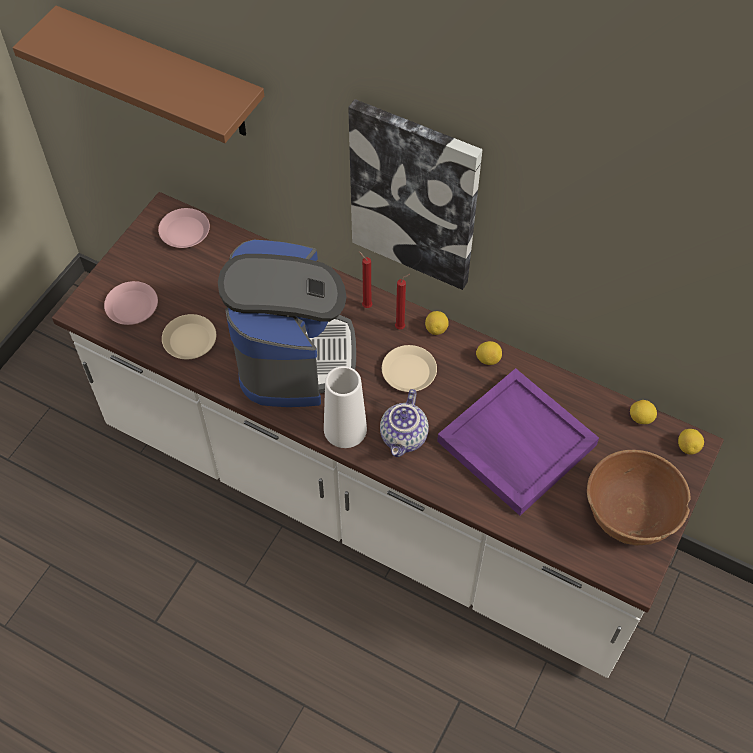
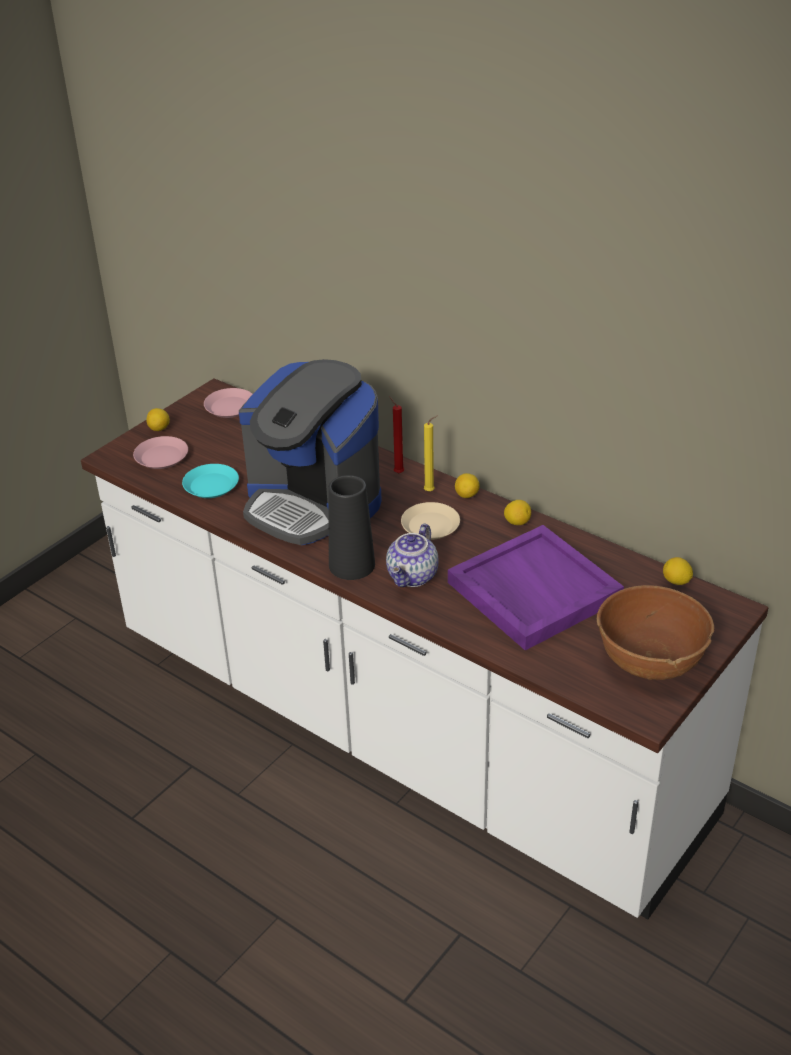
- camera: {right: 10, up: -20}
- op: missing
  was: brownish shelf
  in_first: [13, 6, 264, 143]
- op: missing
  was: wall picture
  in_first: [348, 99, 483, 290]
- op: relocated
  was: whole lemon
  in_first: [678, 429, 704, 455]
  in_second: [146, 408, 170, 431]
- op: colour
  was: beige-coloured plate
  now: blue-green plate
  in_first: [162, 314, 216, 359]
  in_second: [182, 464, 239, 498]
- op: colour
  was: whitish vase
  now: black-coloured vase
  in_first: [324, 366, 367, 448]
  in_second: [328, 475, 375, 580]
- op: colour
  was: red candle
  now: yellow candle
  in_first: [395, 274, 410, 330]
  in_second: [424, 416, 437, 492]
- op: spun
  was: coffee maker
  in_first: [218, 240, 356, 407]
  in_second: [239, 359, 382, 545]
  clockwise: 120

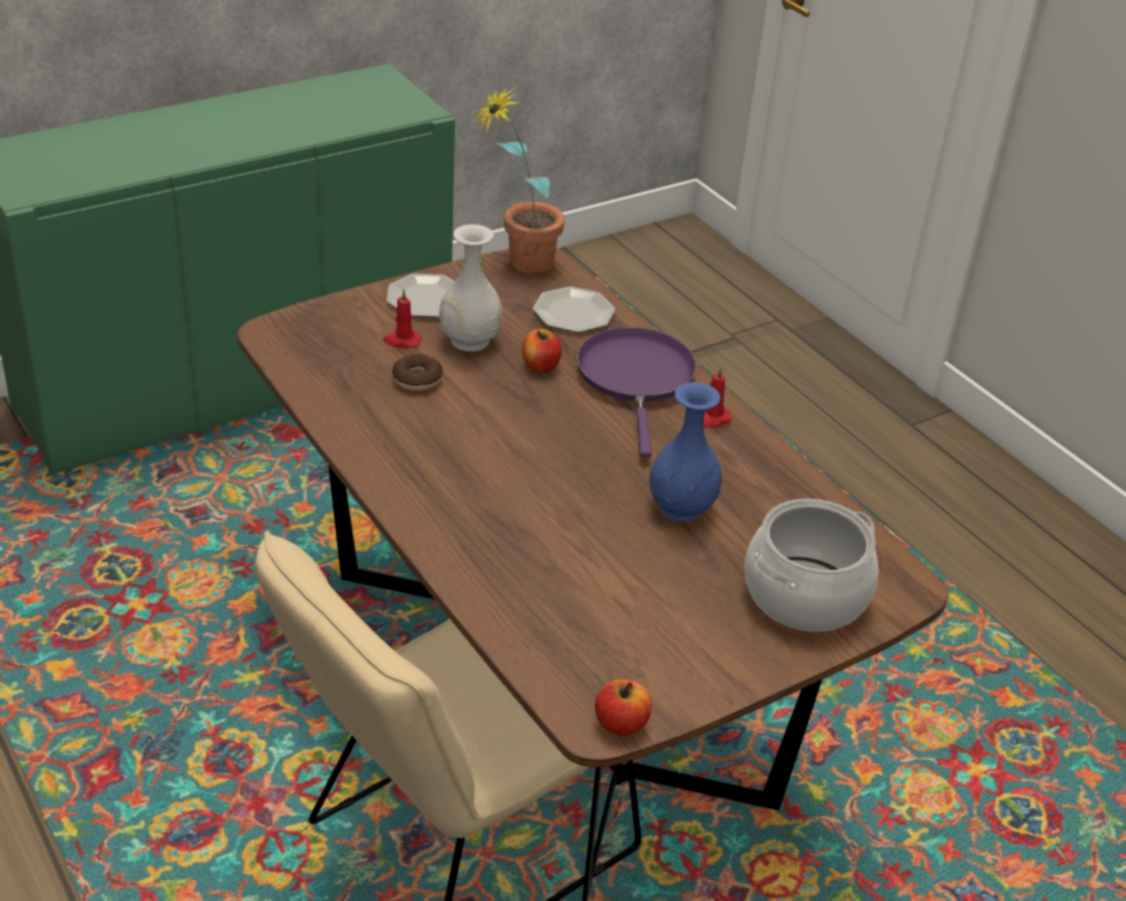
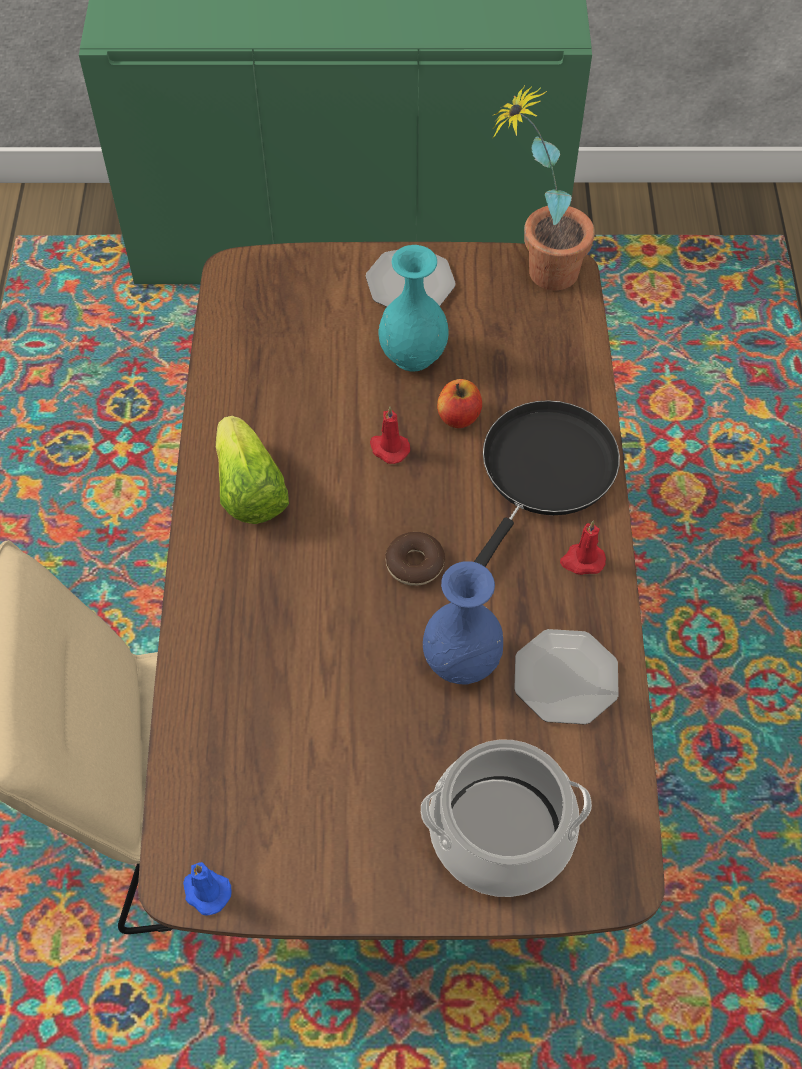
- camera: {right: 35, up: 20}
- op: appeared
  now: lettuce
  in_second: [216, 416, 289, 524]
- op: relocated
  was: red candle
  in_first: [383, 289, 421, 348]
  in_second: [370, 407, 410, 464]
- op: relocated
  was: ring doughnut
  in_first: [392, 354, 443, 391]
  in_second: [386, 532, 445, 586]
- op: relocated
  was: plate
  in_first: [533, 286, 615, 333]
  in_second: [514, 629, 619, 725]
- op: exchanged
  was: apple
  now: bluish candle
  in_first: [595, 679, 652, 736]
  in_second: [183, 862, 232, 915]
- op: colour
  was: whitish vase
  now: blue-green vase
  in_first: [439, 224, 503, 352]
  in_second: [379, 245, 449, 371]
- op: colour
  was: purplish frying pan
  now: black-coloured frying pan
  in_first: [577, 327, 696, 457]
  in_second: [474, 400, 620, 567]

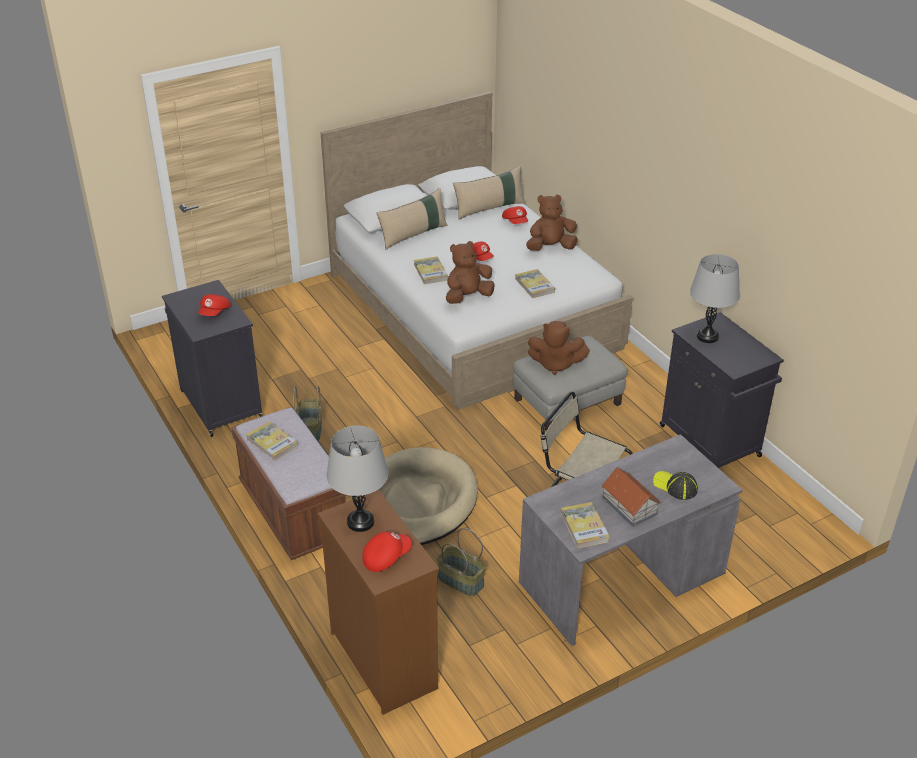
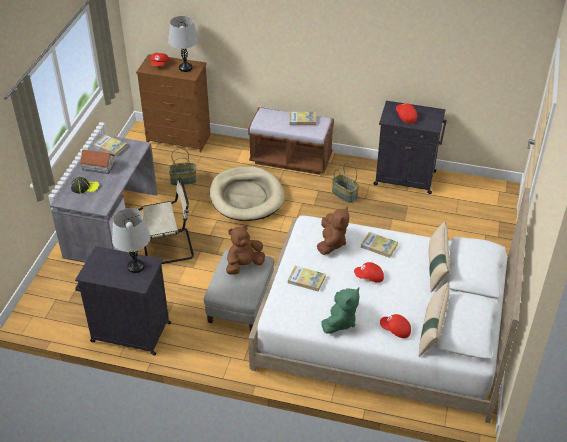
- camera: {right: 135, up: 5}
- op: colour
  was: brownish plush toy
  now: green-coloured plush toy
  in_first: [526, 195, 578, 251]
  in_second: [321, 287, 359, 334]

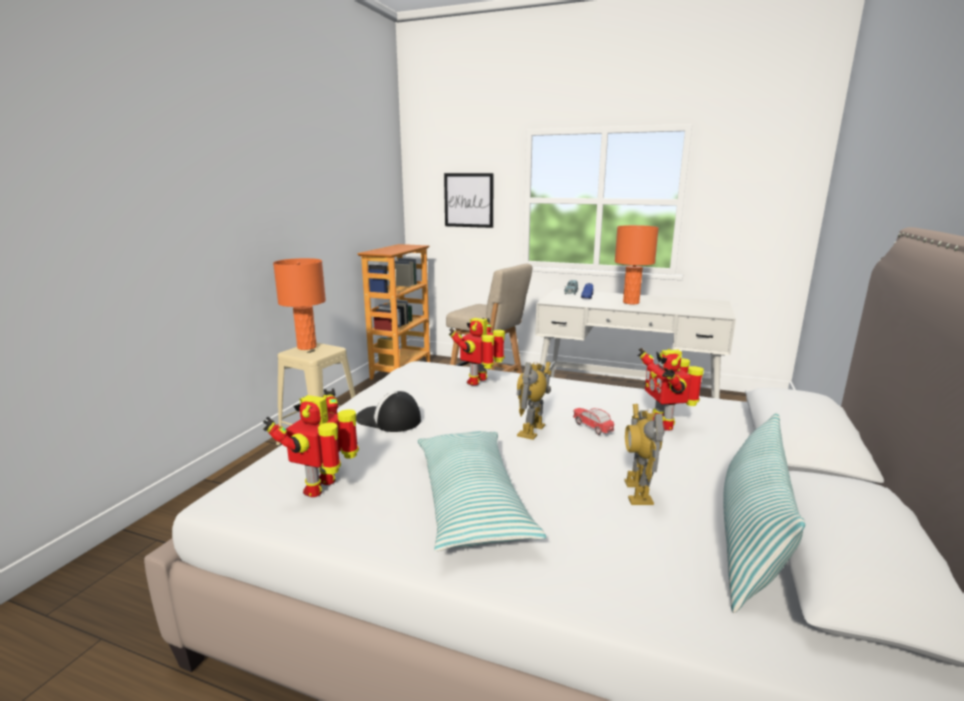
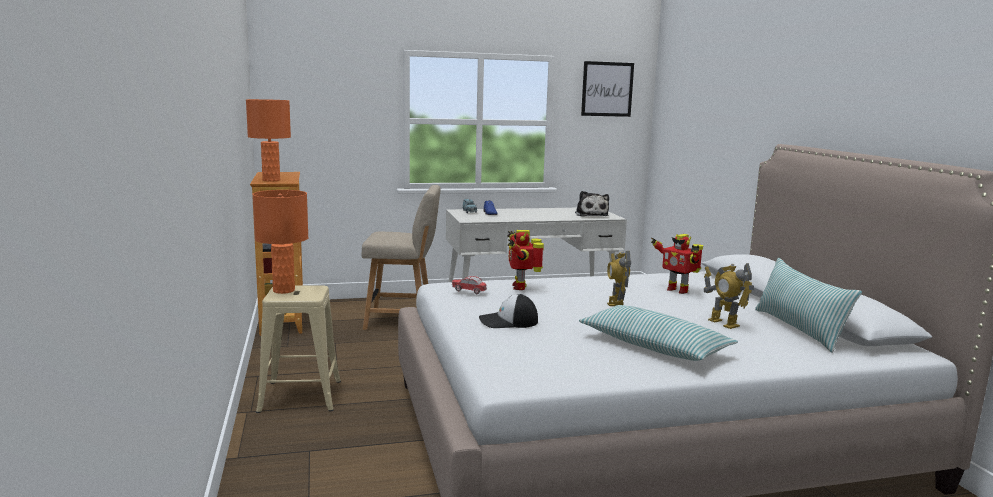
- camera: {right: -35, up: -5}
- op: missing
  was: toy robot
  in_first: [263, 388, 359, 497]
- op: appeared
  now: plush toy
  in_second: [575, 191, 609, 217]
- op: relocated
  was: wall picture
  in_first: [444, 173, 494, 228]
  in_second: [581, 61, 634, 117]
- op: relocated
  was: model car
  in_first: [573, 408, 615, 435]
  in_second: [452, 276, 487, 294]
- op: relocated
  was: orange table lamp
  in_first: [615, 225, 659, 304]
  in_second: [246, 99, 291, 182]

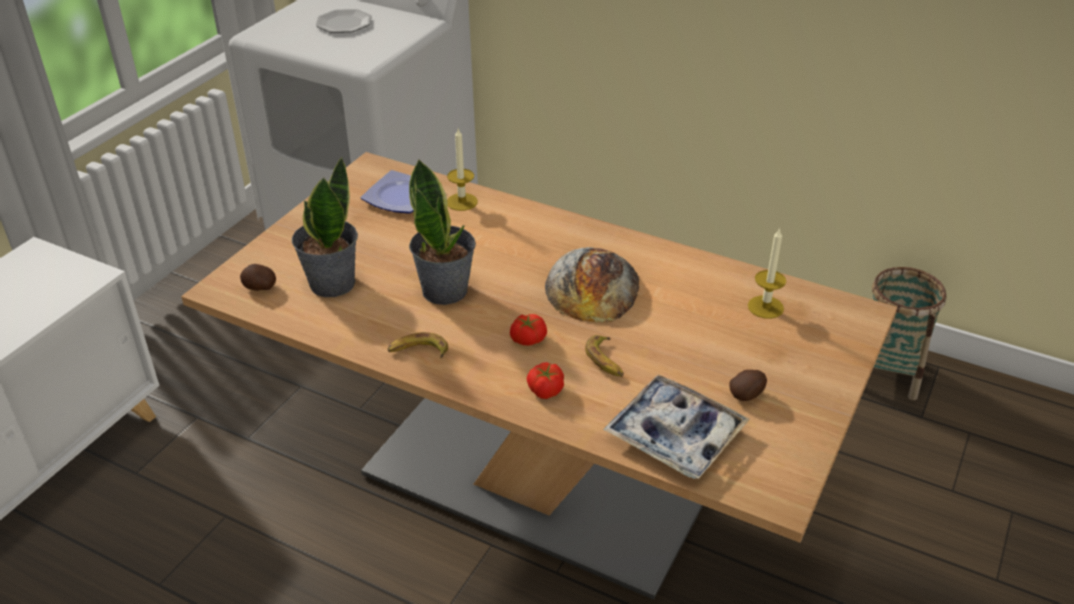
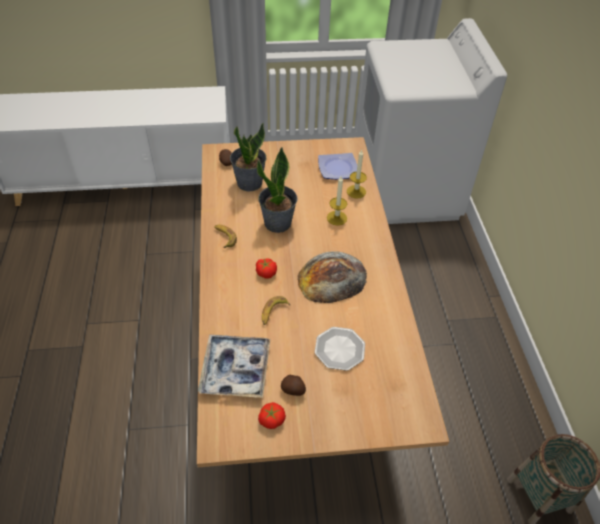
- camera: {right: 55, up: 10}
- op: relocated
  was: plate
  in_first: [316, 9, 372, 33]
  in_second: [315, 327, 365, 371]
- op: relocated
  was: tomato
  in_first: [527, 362, 564, 399]
  in_second: [258, 402, 286, 429]
- op: relocated
  was: candle
  in_first: [748, 227, 786, 319]
  in_second: [327, 177, 347, 226]

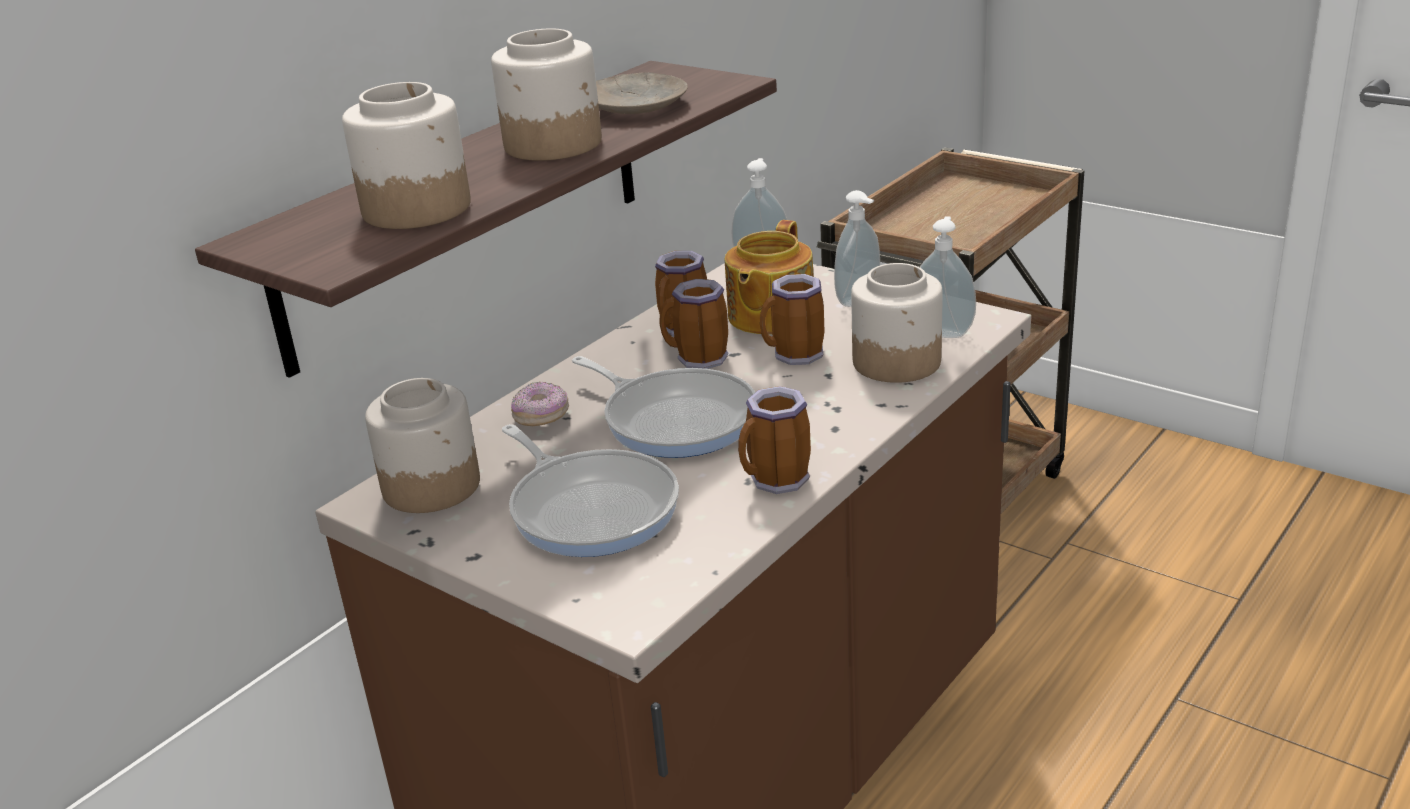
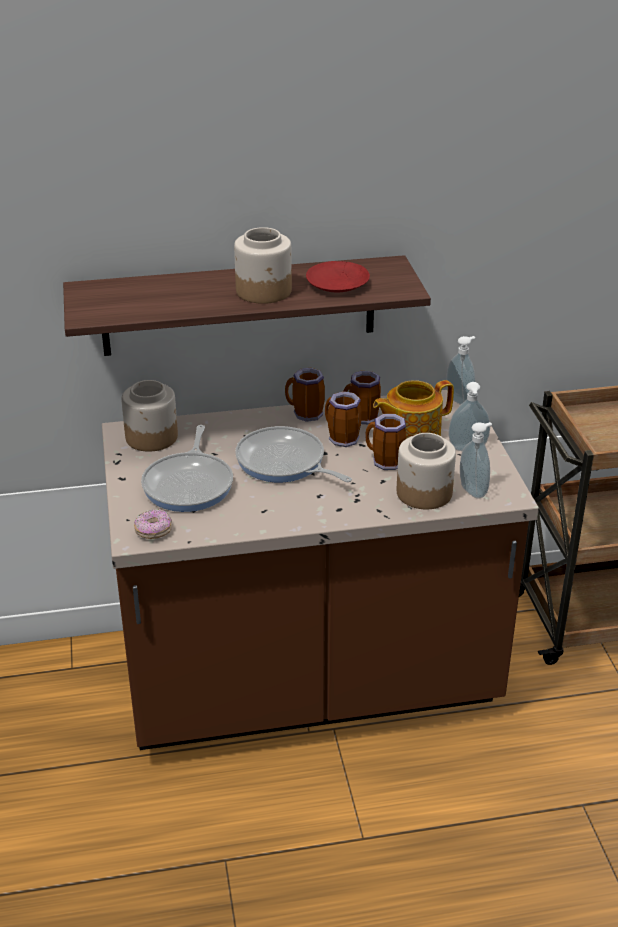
- camera: {right: 40, up: 5}
- op: missing
  was: preserve jar
  in_first: [342, 82, 471, 229]
- op: relocated
  was: ring doughnut
  in_first: [511, 382, 569, 426]
  in_second: [134, 508, 172, 539]
- op: relocated
  was: coffee mug
  in_first: [738, 386, 811, 494]
  in_second: [285, 368, 325, 422]
- op: colour
  was: beige-coloured plate
  now: red plate
  in_first: [596, 72, 688, 114]
  in_second: [306, 261, 370, 292]
- op: spun
  was: frying pan
  in_first: [572, 356, 755, 458]
  in_second: [235, 426, 352, 482]
  clockwise: 135

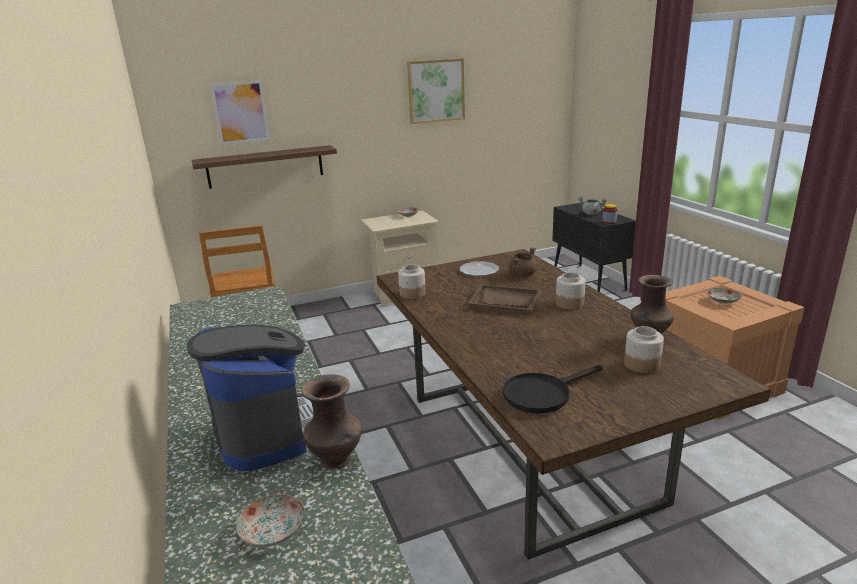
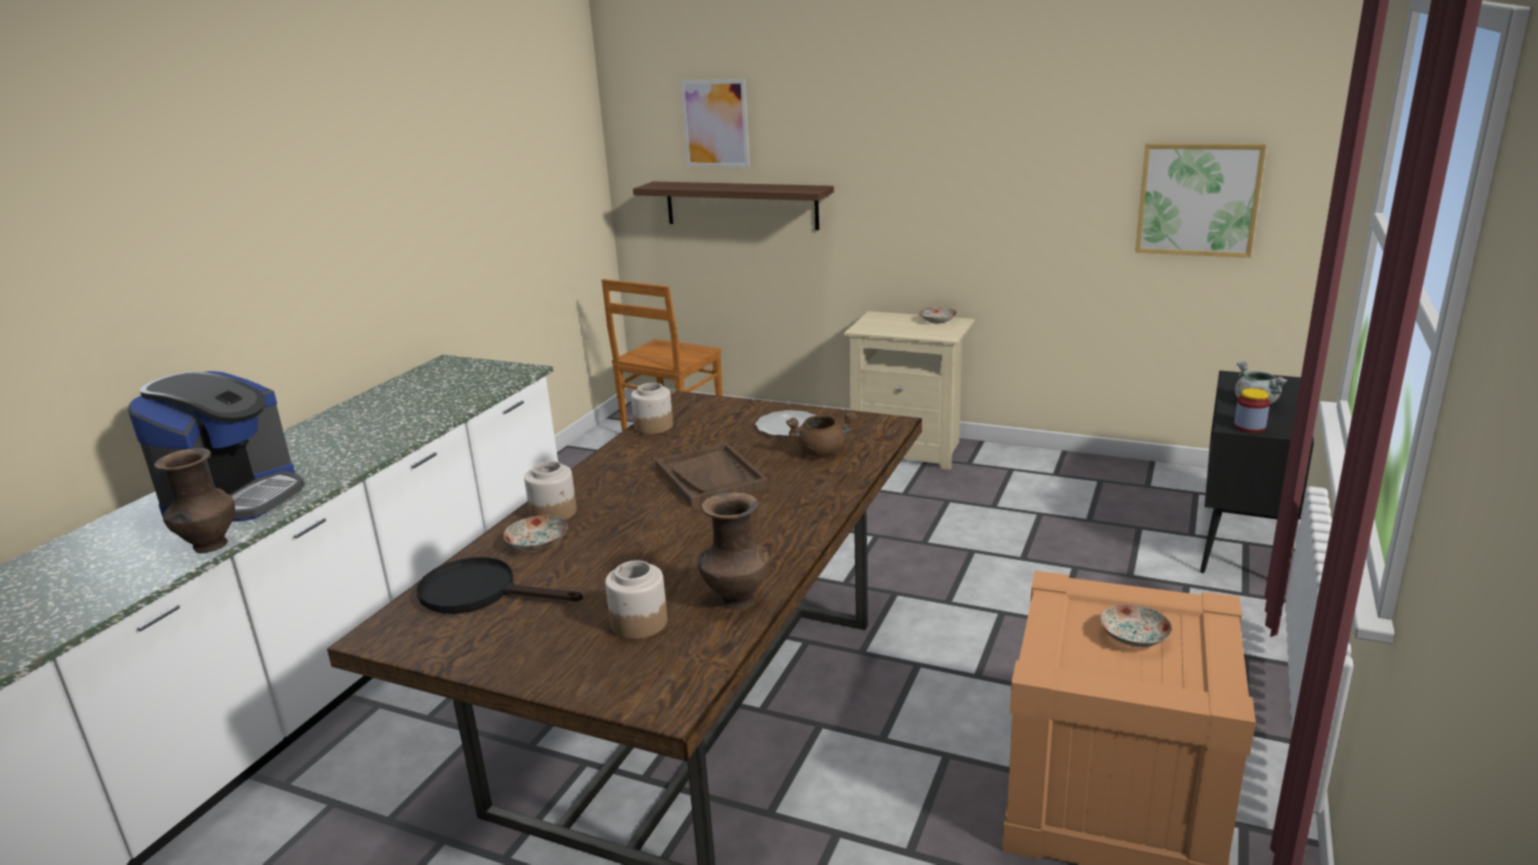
- camera: {right: 45, up: 0}
- op: relocated
  was: plate
  in_first: [236, 494, 305, 547]
  in_second: [503, 515, 568, 551]
- op: relocated
  was: wall picture
  in_first: [407, 58, 465, 124]
  in_second: [1135, 143, 1266, 258]
- op: relocated
  was: preserve jar
  in_first: [556, 272, 586, 309]
  in_second: [524, 461, 577, 520]

